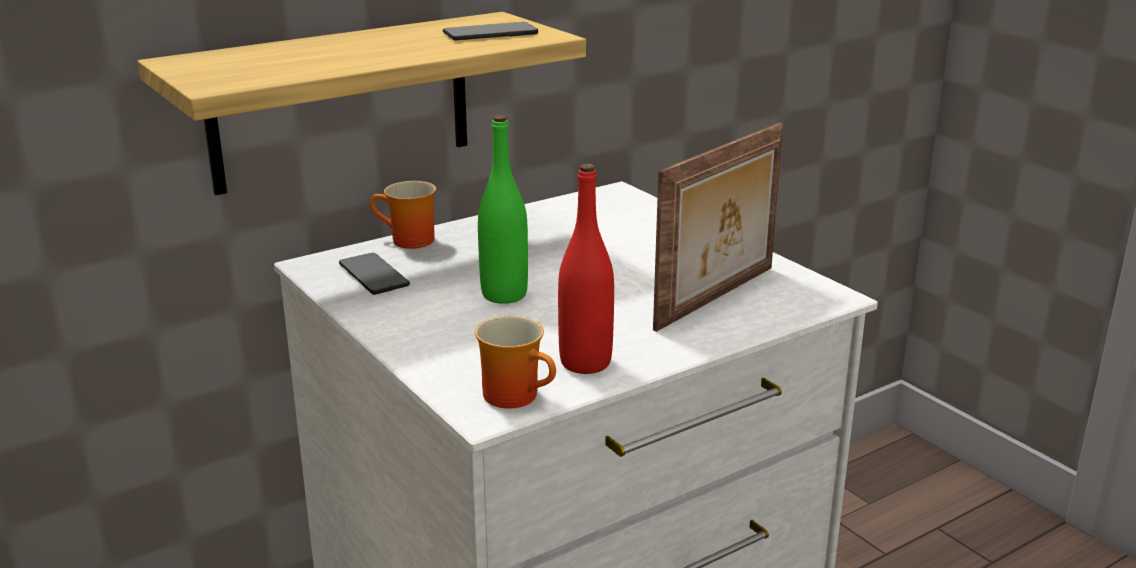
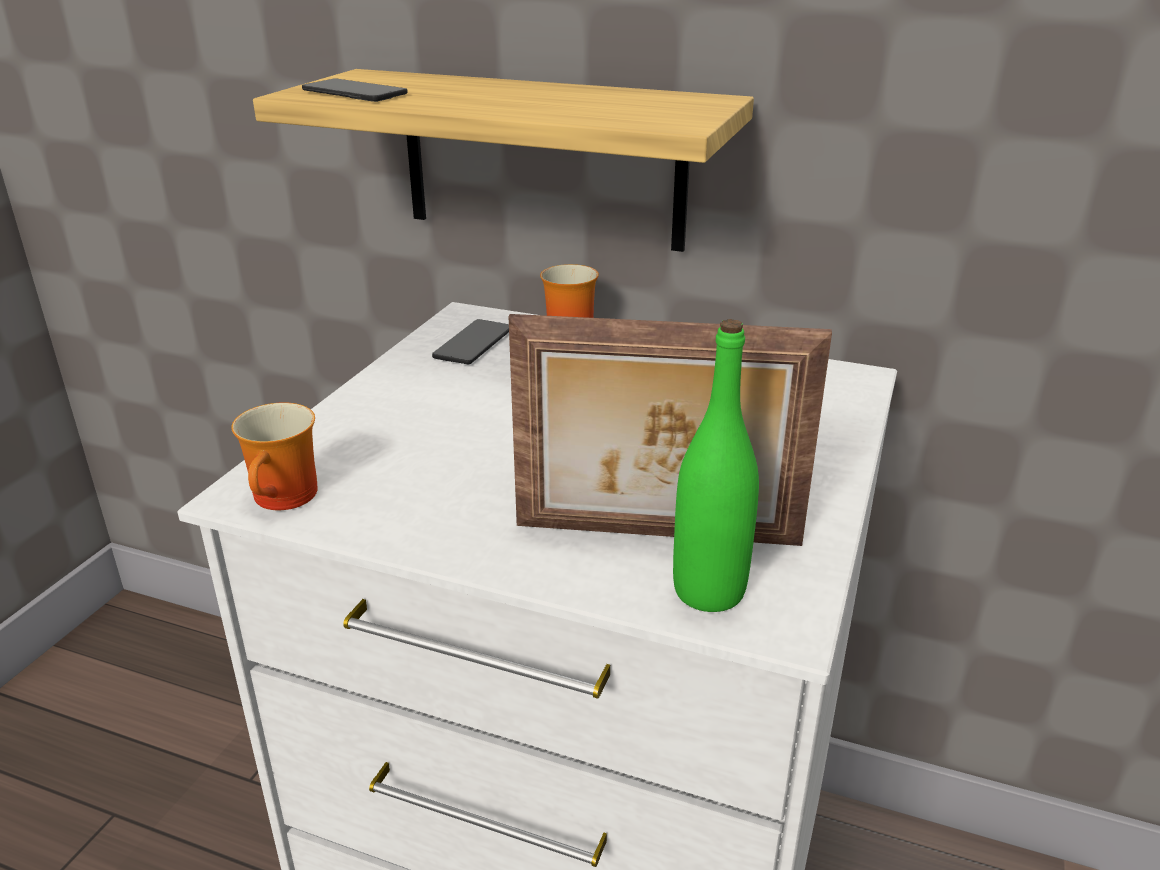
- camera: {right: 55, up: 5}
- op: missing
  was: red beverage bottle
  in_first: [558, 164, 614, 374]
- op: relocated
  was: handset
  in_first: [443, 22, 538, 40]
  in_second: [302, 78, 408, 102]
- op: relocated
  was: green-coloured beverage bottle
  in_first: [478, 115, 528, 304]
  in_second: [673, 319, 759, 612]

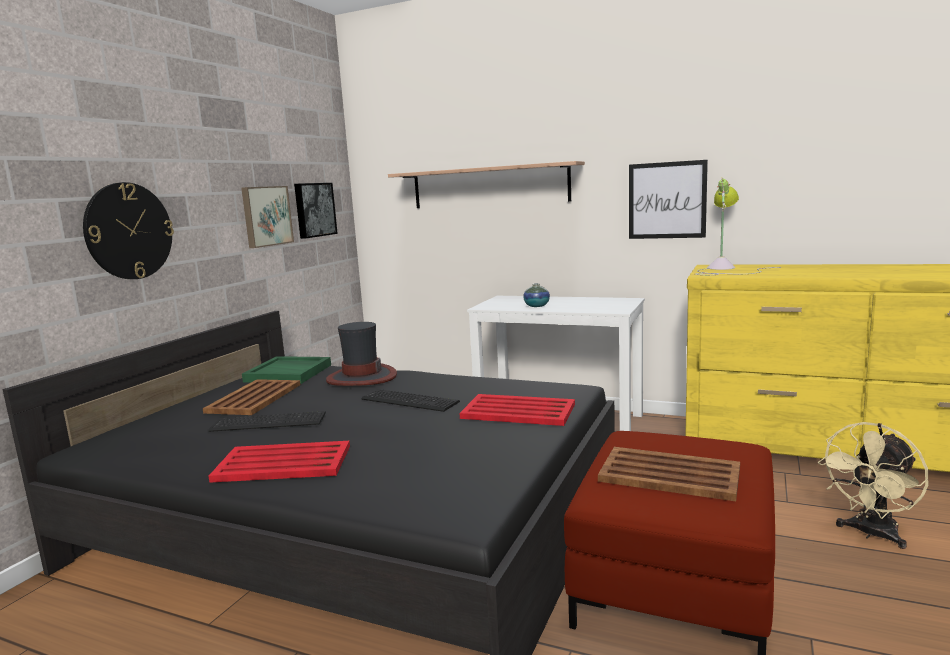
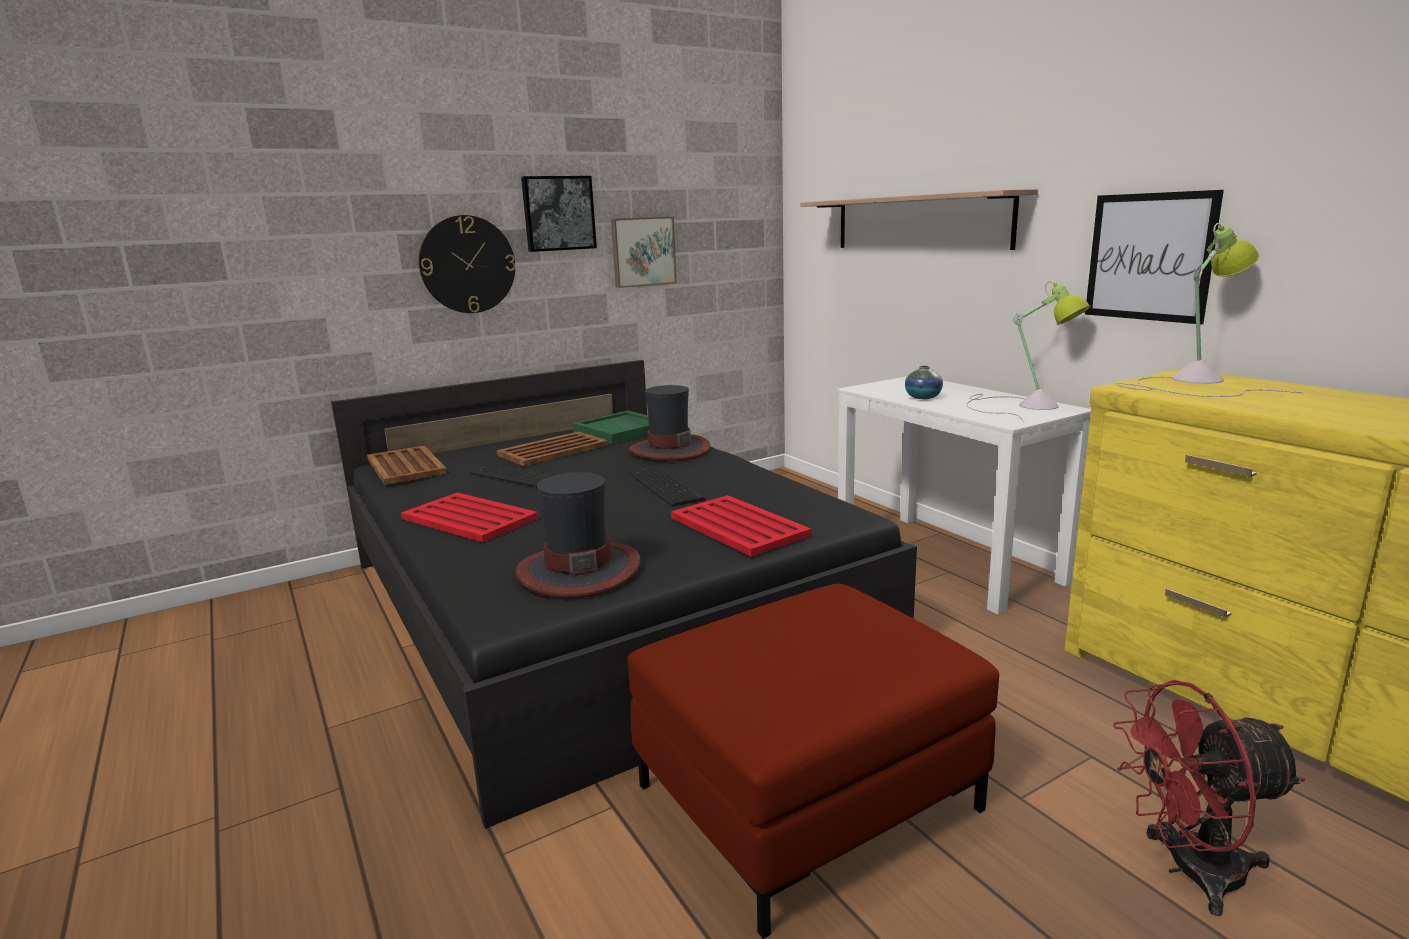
- camera: {right: 35, up: 5}
- op: appeared
  now: clothing hat
  in_second: [516, 472, 641, 598]
- op: appeared
  now: table lamp
  in_second: [966, 281, 1091, 422]
- op: relocated
  was: wall picture
  in_first: [294, 183, 338, 239]
  in_second: [521, 176, 597, 252]
- op: relocated
  was: brownish carrying tray
  in_first: [598, 447, 740, 501]
  in_second: [367, 446, 447, 485]
- op: colour
  was: beige-coloured electric fan
  now: red electric fan
  in_first: [818, 422, 928, 549]
  in_second: [1113, 680, 1305, 916]

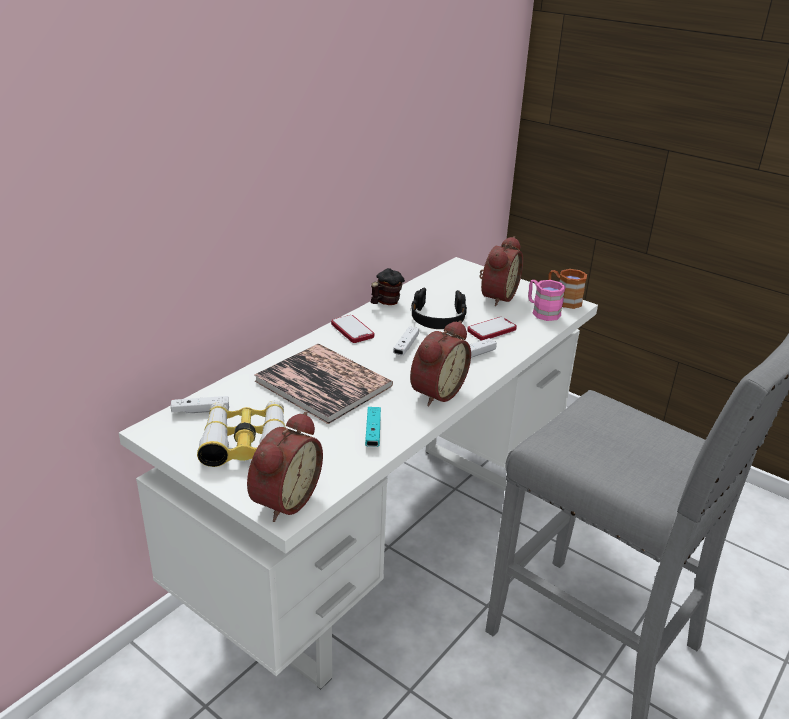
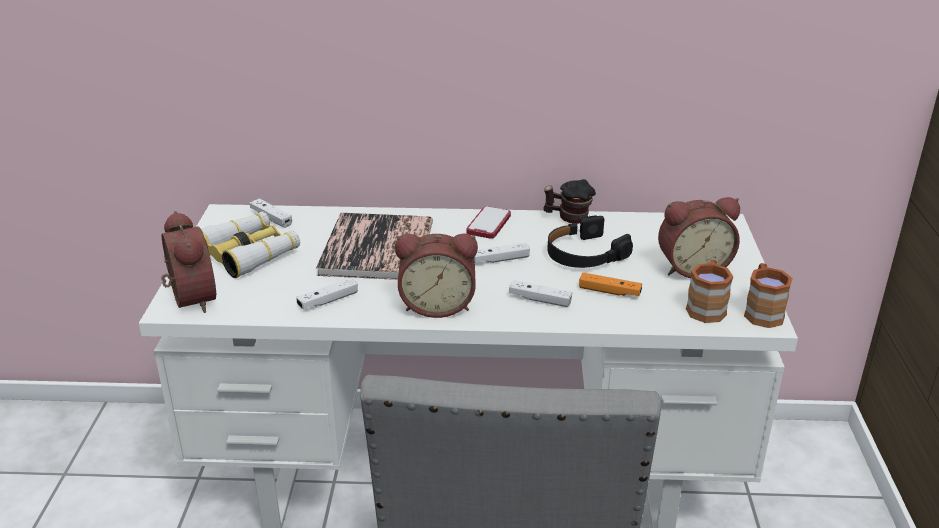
- camera: {right: 55, up: 0}
- op: exchanged
  was: handset
  now: orange game controller
  in_first: [467, 317, 517, 341]
  in_second: [579, 272, 642, 296]
- op: colour
  was: blue-green game controller
  now: whitish game controller
  in_first: [365, 407, 381, 447]
  in_second: [296, 278, 358, 309]
- op: colour
  was: pinkish coffee mug
  now: brownish coffee mug
  in_first: [528, 280, 566, 321]
  in_second: [686, 260, 733, 323]
- op: spun
  was: table clock
  in_first: [247, 412, 323, 522]
  in_second: [161, 211, 216, 313]
  clockwise: -105

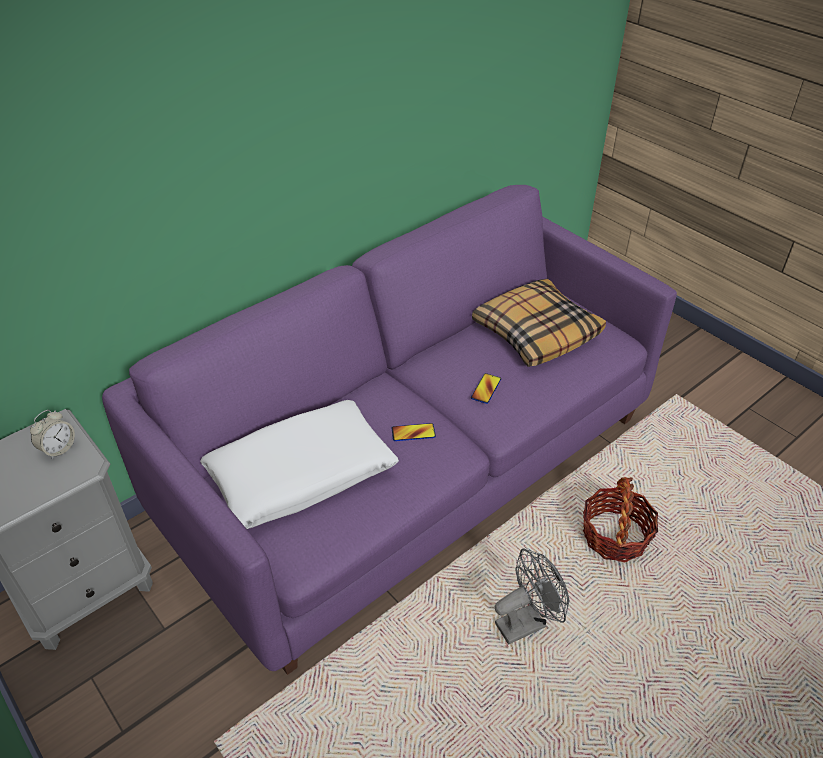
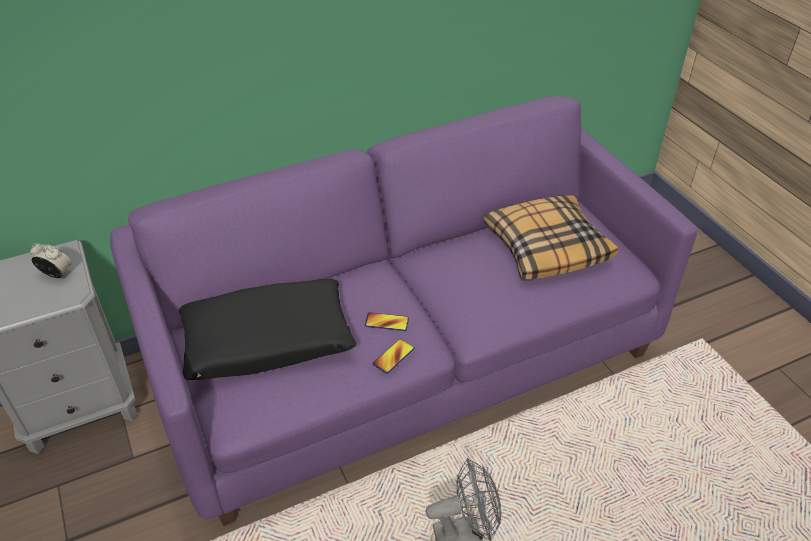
- camera: {right: 15, up: 0}
- op: missing
  was: household basket
  in_first: [583, 477, 658, 563]
- op: relocated
  was: handset
  in_first: [471, 373, 501, 404]
  in_second: [373, 339, 415, 374]
- op: colour
  was: whitish pillow
  now: black-coloured pillow
  in_first: [200, 400, 399, 529]
  in_second: [179, 278, 356, 380]
- op: spun
  was: table clock
  in_first: [30, 410, 75, 460]
  in_second: [30, 243, 72, 278]
  clockwise: -120

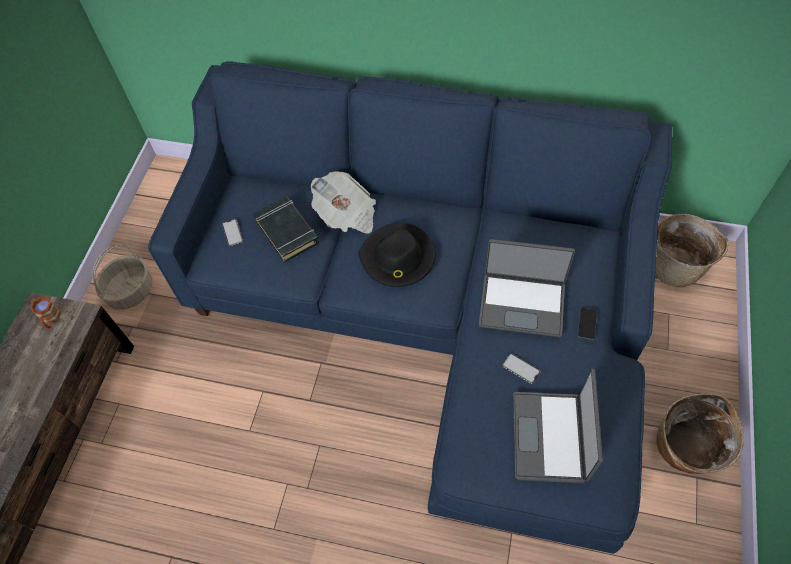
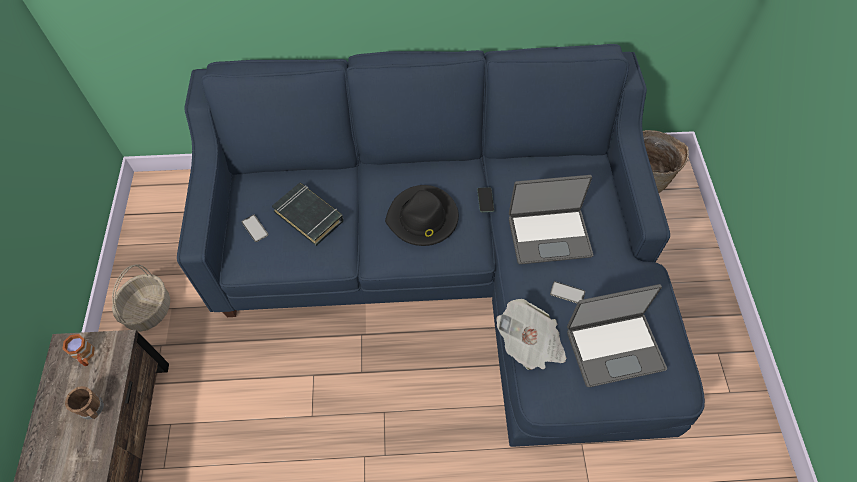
- camera: {right: -20, up: 0}
- op: missing
  was: household basket
  in_first: [657, 394, 744, 474]
- op: appeared
  now: brownish coffee mug
  in_second: [65, 386, 104, 420]
- op: relocated
  was: daily paper
  in_first: [311, 171, 376, 234]
  in_second: [497, 299, 567, 370]
- op: relocated
  was: handset
  in_first: [578, 308, 597, 340]
  in_second: [477, 187, 494, 212]
- op: spun
  was: portable computer
  in_first: [513, 369, 603, 483]
  in_second: [567, 284, 667, 387]
  clockwise: -90

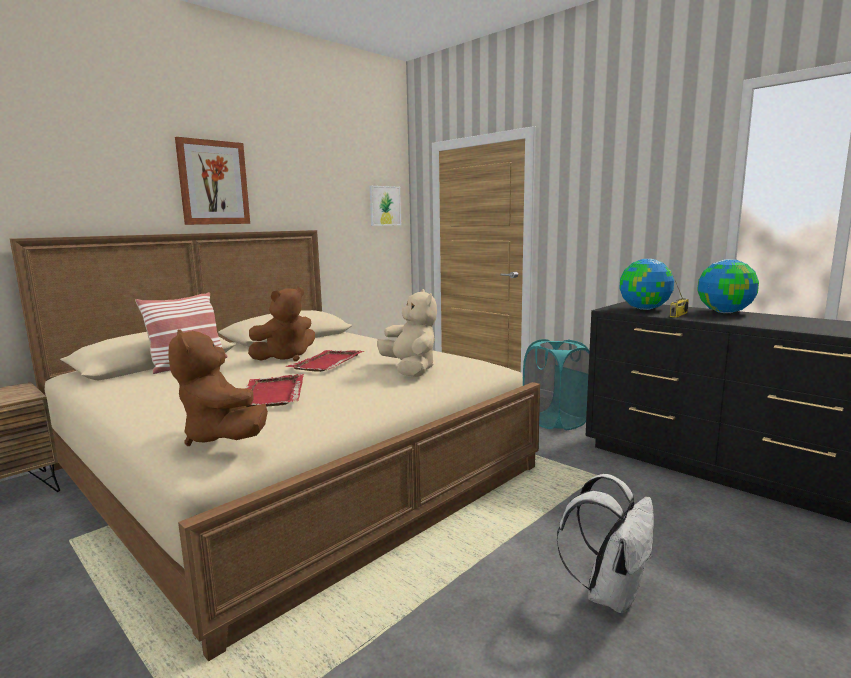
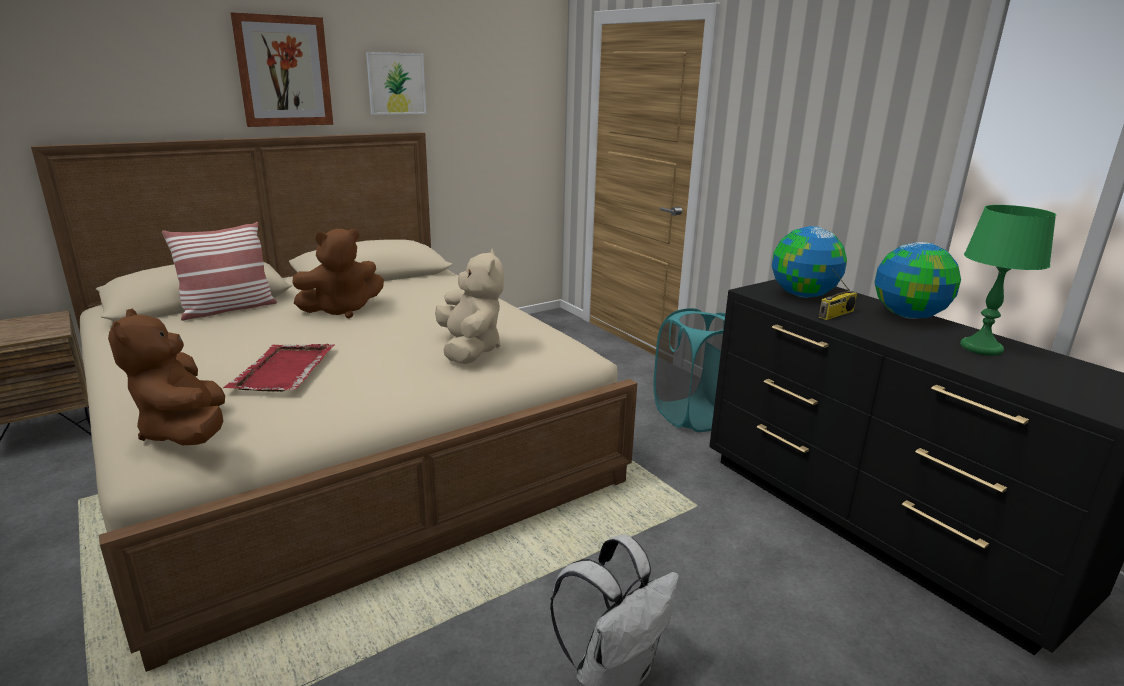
- camera: {right: 10, up: 10}
- op: missing
  was: red carrying tray
  in_first: [285, 350, 364, 372]
- op: appeared
  now: green-coloured table lamp
  in_second: [960, 205, 1056, 356]
- op: relocated
  was: wall picture
  in_first: [370, 186, 401, 226]
  in_second: [366, 52, 426, 115]

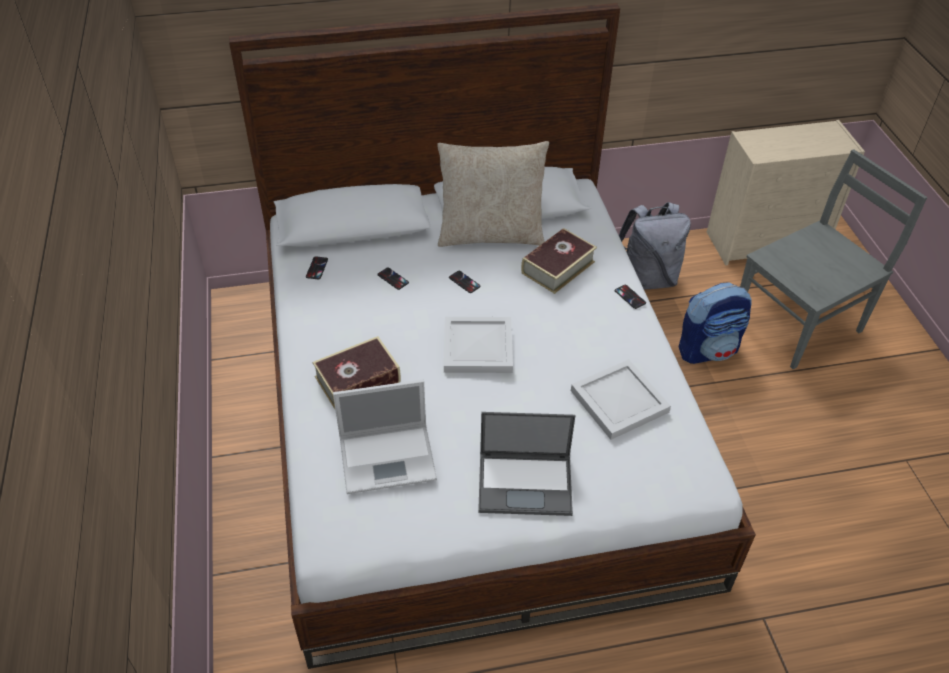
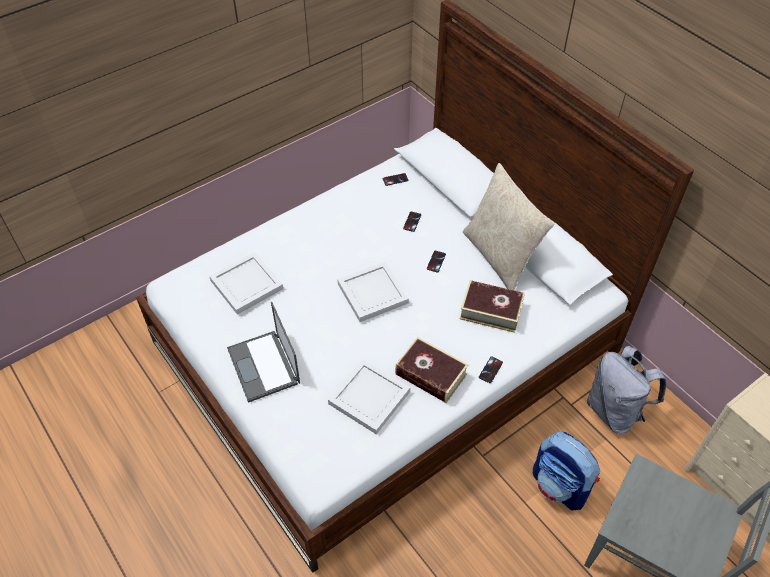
- camera: {right: 65, up: 5}
- op: relocated
  was: book
  in_first: [312, 336, 401, 409]
  in_second: [395, 337, 469, 403]
- op: exchanged
  was: portable computer
  now: whitish carrying tray
  in_first: [333, 380, 437, 494]
  in_second: [209, 252, 283, 315]

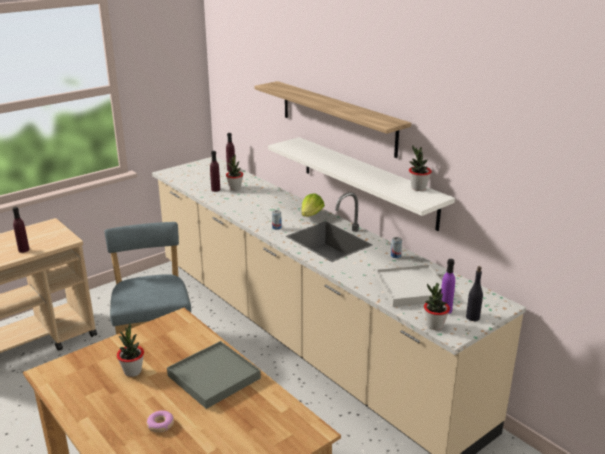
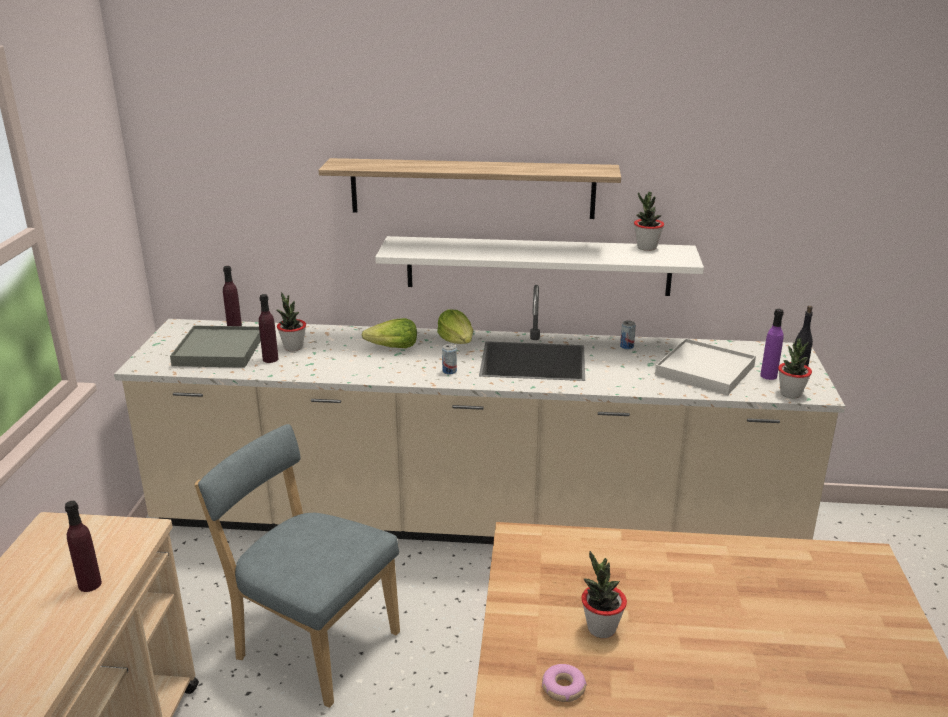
- camera: {right: -45, up: 0}
- op: appeared
  now: lettuce
  in_second: [362, 318, 417, 348]
- op: relocated
  was: ring doughnut
  in_first: [147, 410, 174, 433]
  in_second: [542, 664, 587, 702]
- op: relocated
  was: gray carrying tray
  in_first: [167, 341, 261, 409]
  in_second: [170, 326, 261, 368]

